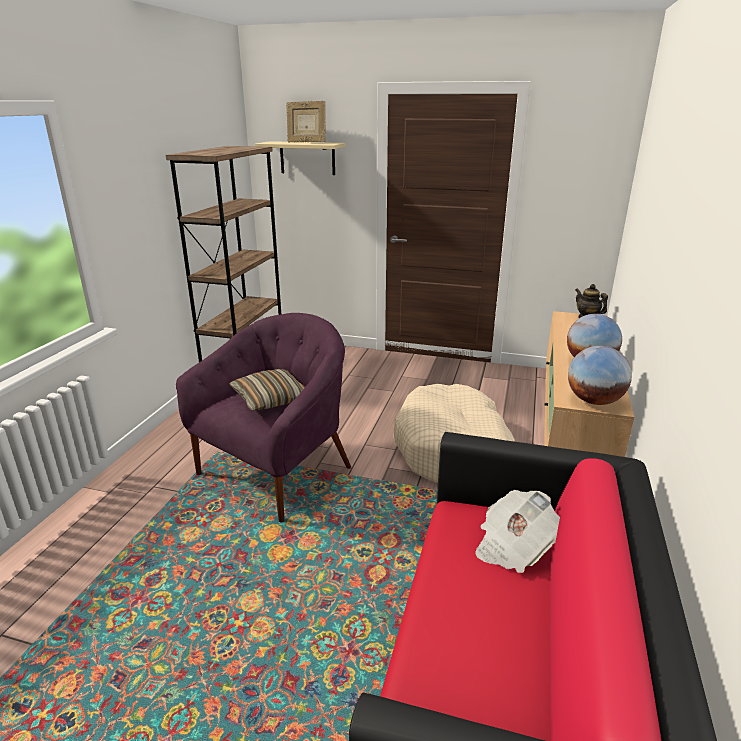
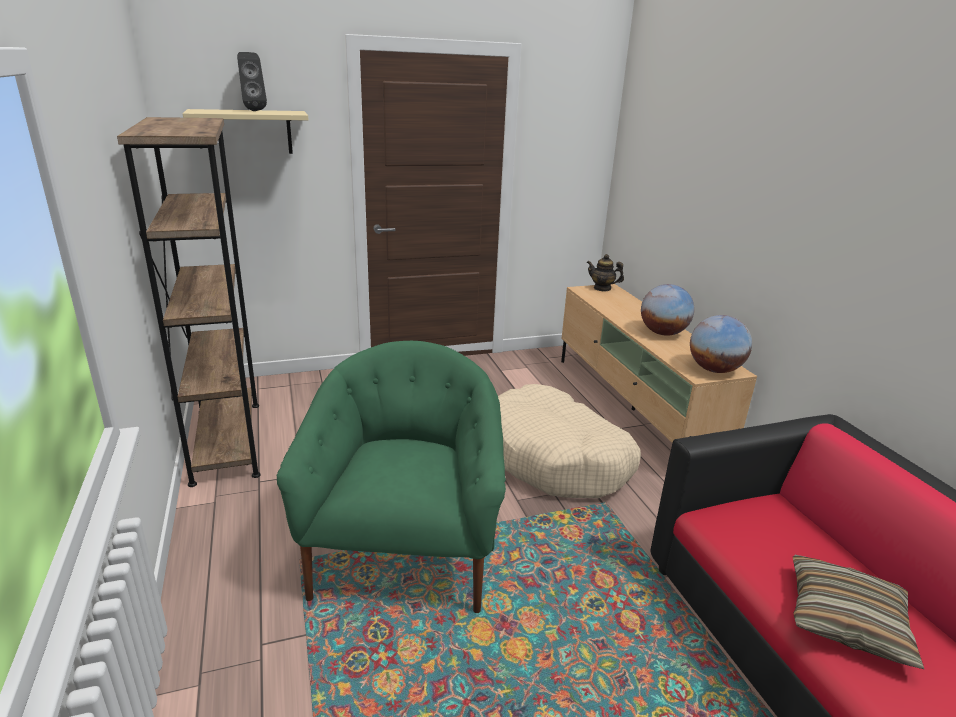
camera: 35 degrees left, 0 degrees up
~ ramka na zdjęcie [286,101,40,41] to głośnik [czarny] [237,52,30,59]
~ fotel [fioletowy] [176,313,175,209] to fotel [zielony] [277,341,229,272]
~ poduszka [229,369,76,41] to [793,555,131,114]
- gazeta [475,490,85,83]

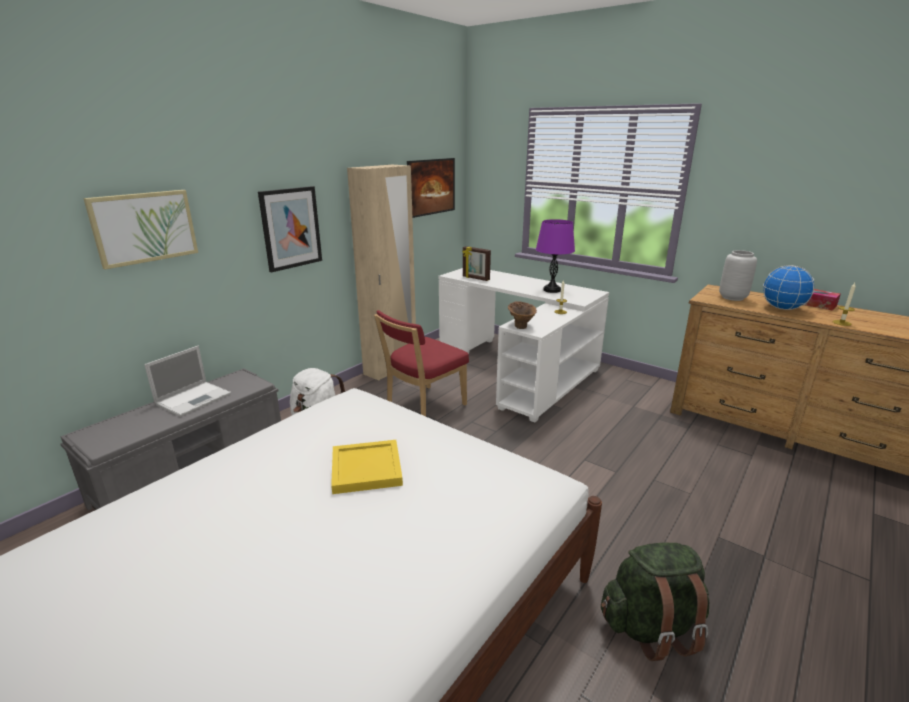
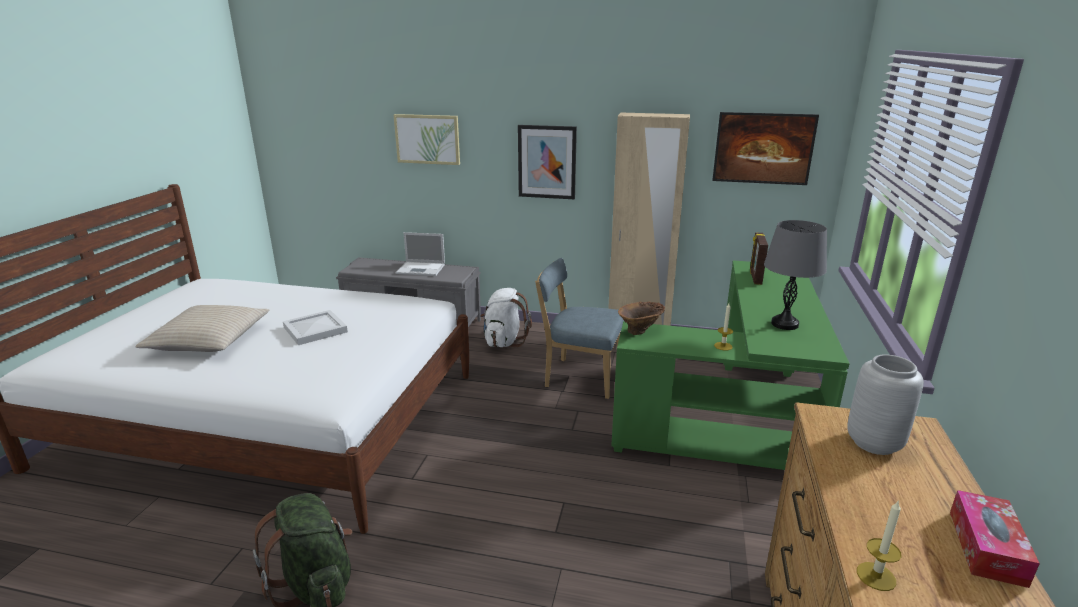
camera: 65 degrees right, 0 degrees up
~ lampa stołowa [fioletowy] [536,219,39,74] to lampa stołowa [szary] [764,220,63,110]
- globus [763,265,52,45]
~ biurko [biały] [439,268,170,155] to biurko [zielony] [611,260,239,210]
~ krzesło [czerwony] [374,310,95,106] to krzesło [niebieski] [535,258,89,141]
~ taca [żółty] [331,440,72,54] to taca [biały] [283,310,65,35]
+ poduszka [beżowy] [135,305,134,47]

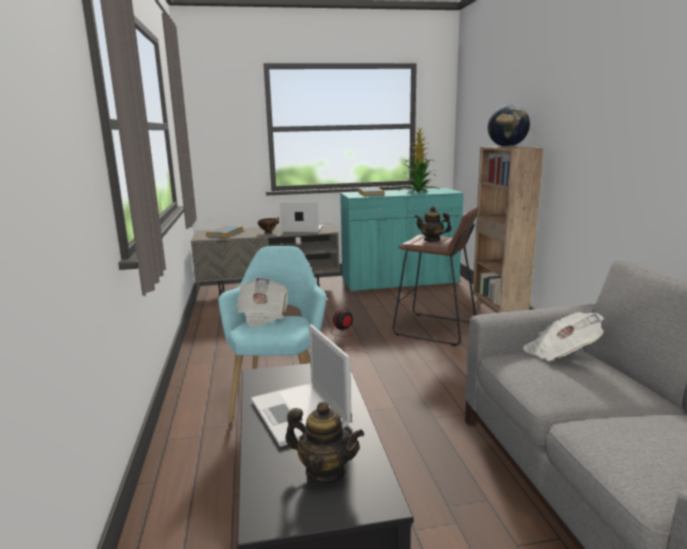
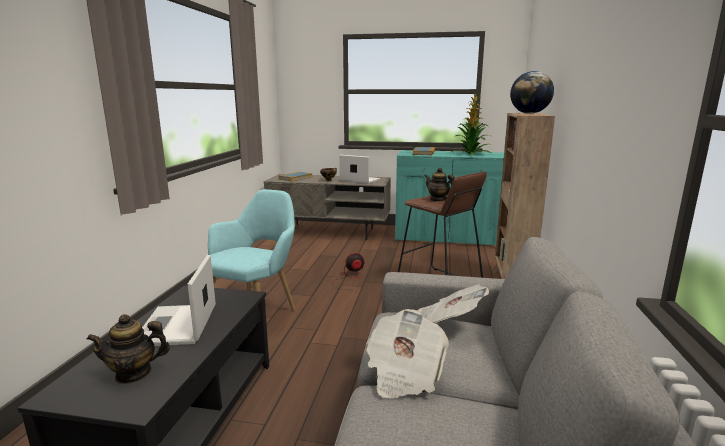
camera: 20 degrees right, 0 degrees up
~ gazeta [237,277,52,50] to [365,309,84,89]
~ imbryk [285,402,79,82] = [86,314,84,70] 120 degrees clockwise

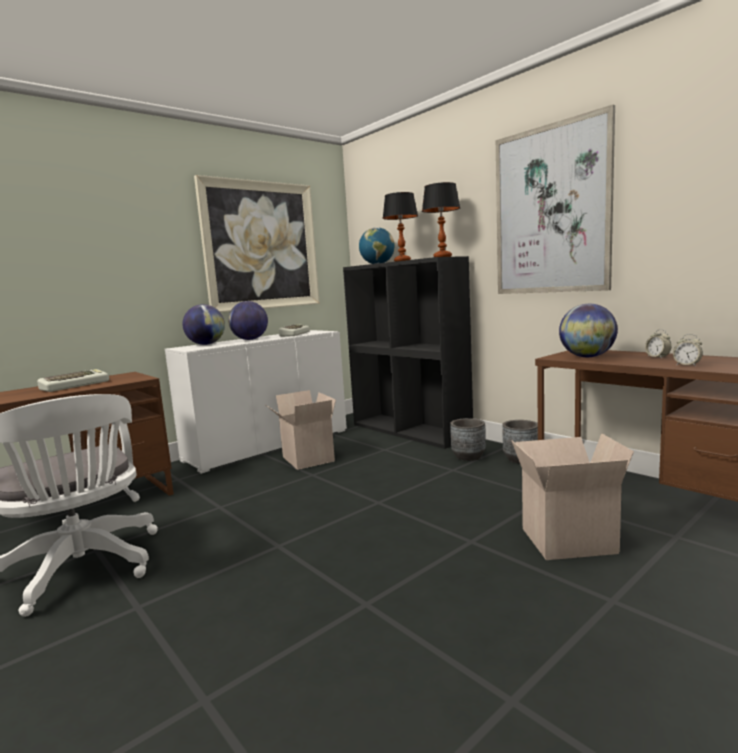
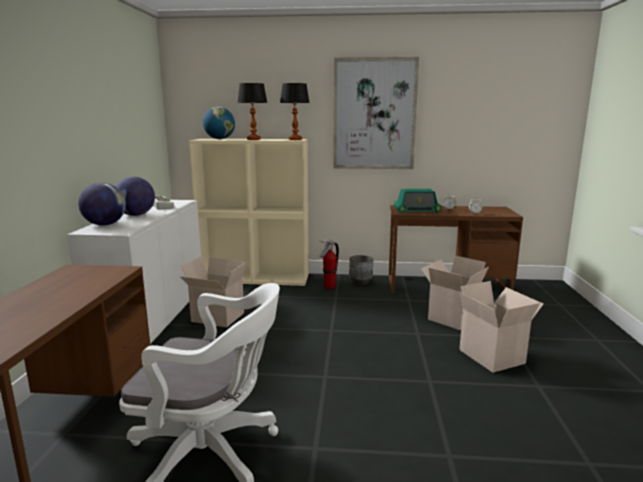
camera: 45 degrees left, 5 degrees up
- obraz [194,175,126,137]
~ regał [czarny] [343,256,130,193] to regał [beżowy] [189,139,120,147]
~ globus [559,304,59,53] to radio [394,189,48,25]
- klawiatura [37,369,72,23]
~ donica [szary] [450,418,36,43] to gaśnica [319,239,20,50]
+ karton [459,281,84,92]

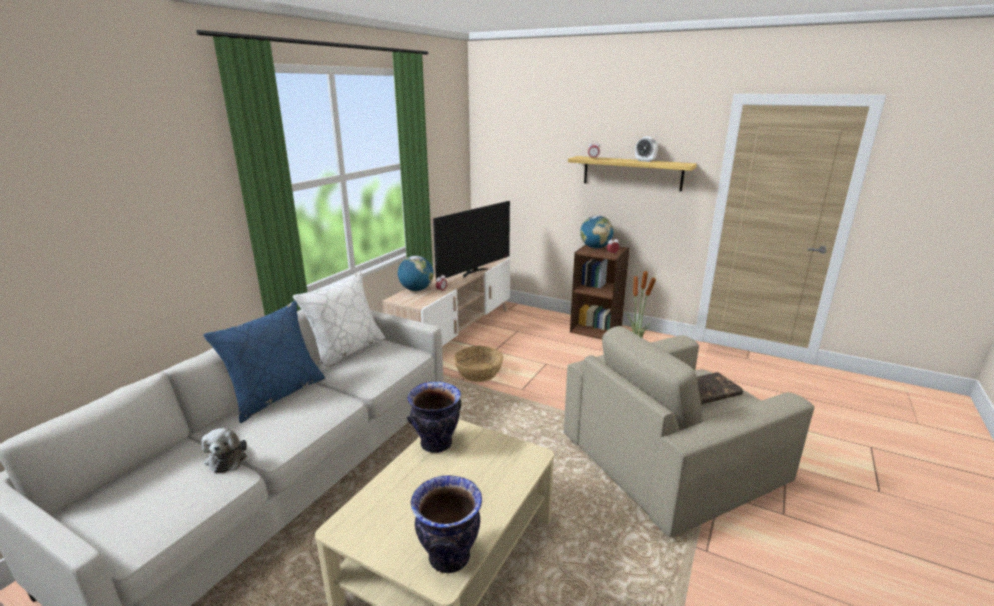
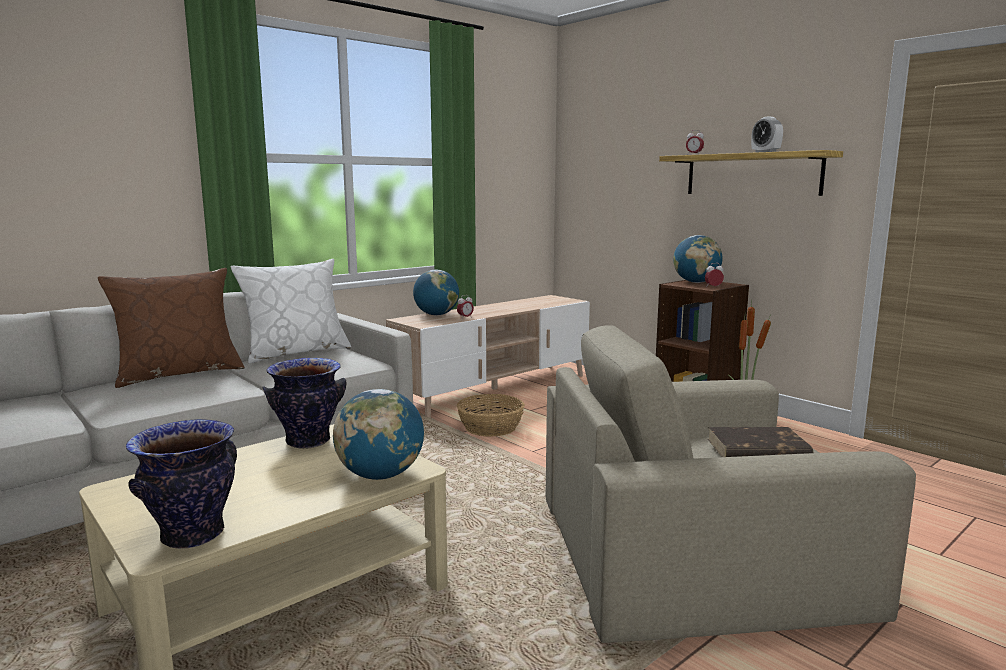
camera: 20 degrees right, 10 degrees down
- telewizor [433,201,77,78]
~ poduszka [niebieski] [203,301,123,122] to poduszka [brązowy] [98,268,147,120]
- pluszak [201,428,46,46]
+ globus [333,389,91,91]

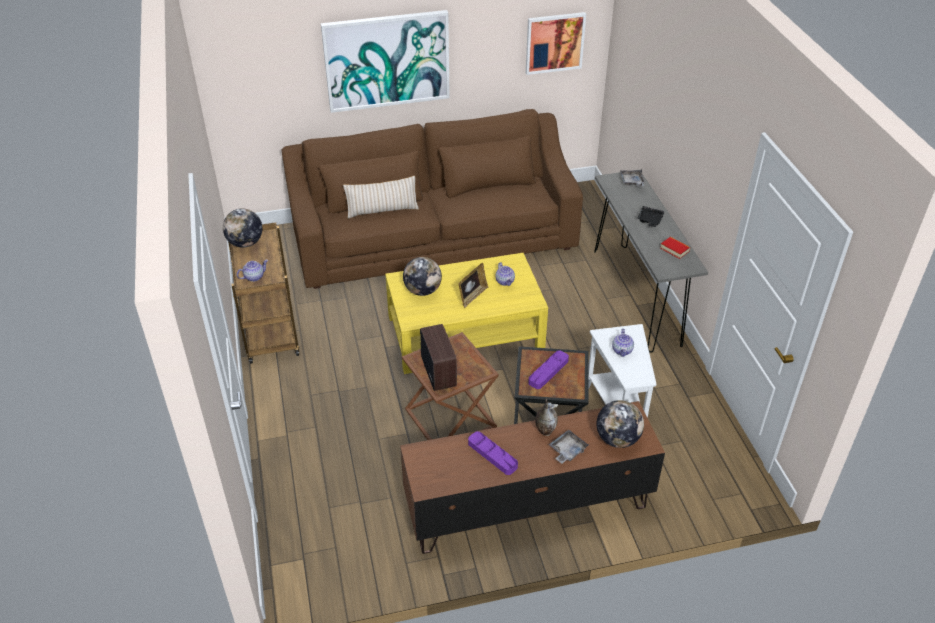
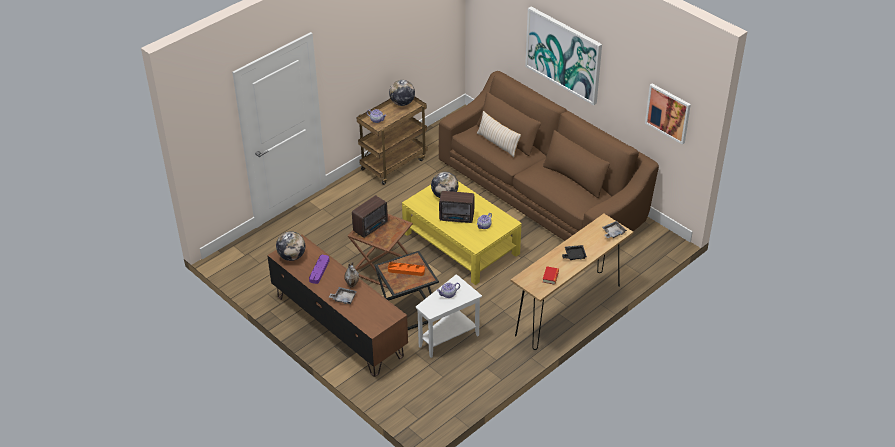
camera: 60 degrees right, 0 degrees up
~ stolik konsolowy [szary] [594,170,114,183] to stolik konsolowy [brązowy] [511,214,122,136]
~ ramka na zdjęcie [459,263,29,45] to radio [439,191,35,32]
~ taca [fioletowy] [528,350,41,39] to taca [pomarańczowy] [388,262,37,14]
~ globus [596,400,48,48] to [276,231,29,30]

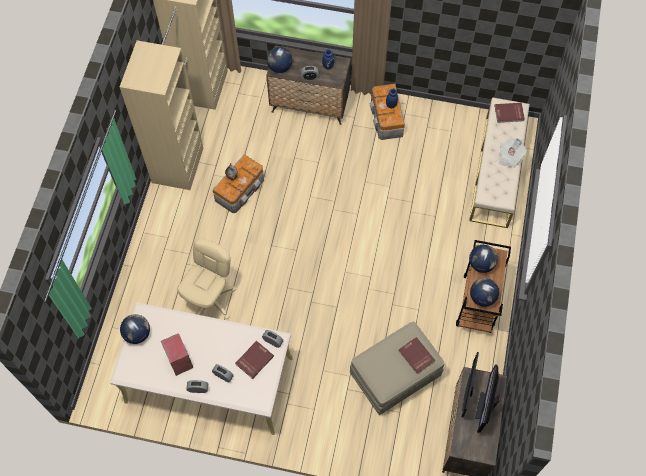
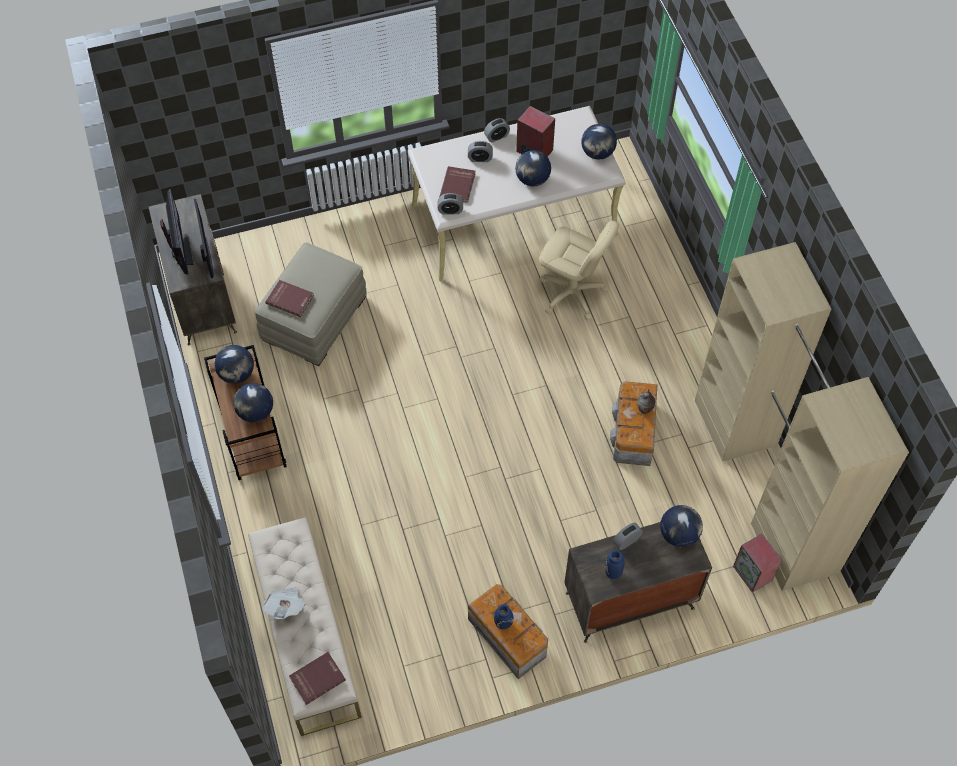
camera: 150 degrees right, 5 degrees down
~ krzesło biurowe [beżowy] [177,238,59,81] = [539,220,80,100] 60 degrees counterclockwise
+ globus [515,150,36,36]
+ głośnik [733,534,49,59]

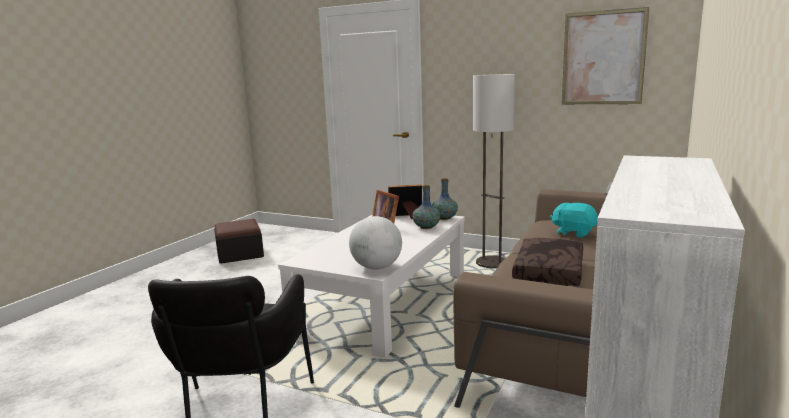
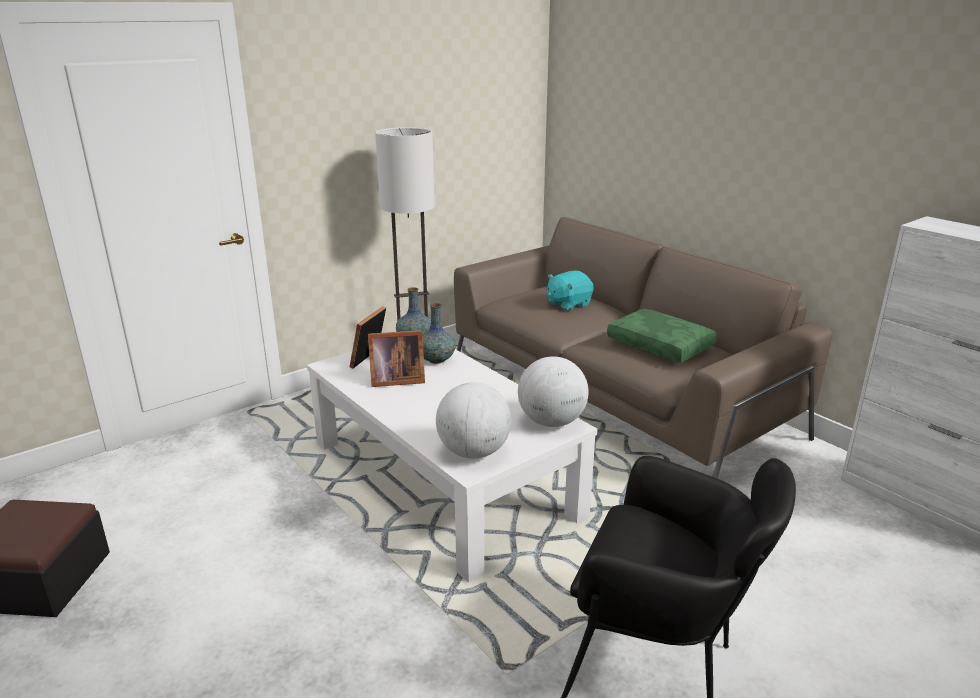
camera: 65 degrees left, 10 degrees up
- obraz [562,7,87,97]
~ poduszka [brązowy] [512,238,71,48] to poduszka [zielony] [607,309,110,54]
+ globus [436,382,75,77]

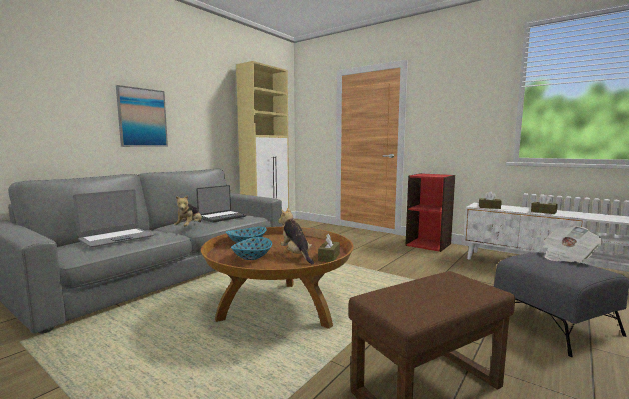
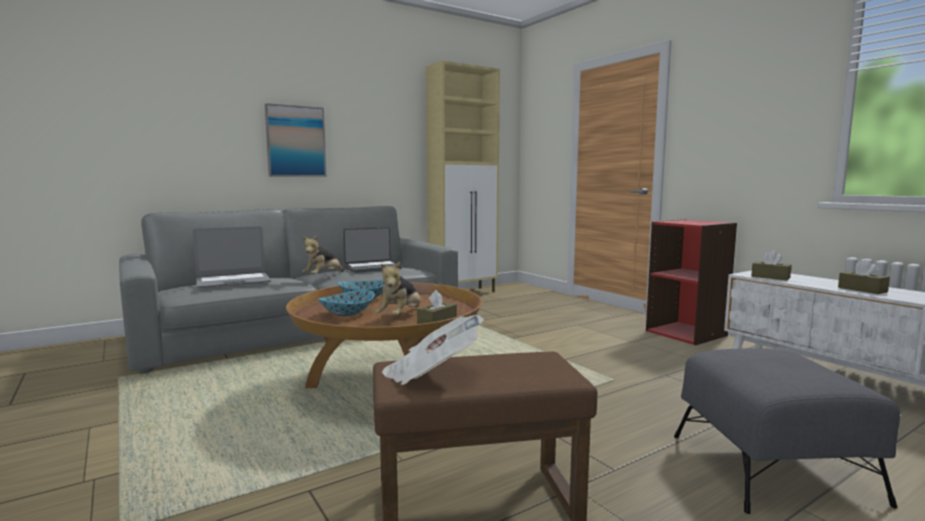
camera: 20 degrees right, 0 degrees up
~ pluszak [278,208,36,56] = [376,262,45,54] 150 degrees counterclockwise
~ gazeta [542,226,61,37] to [382,315,102,70]

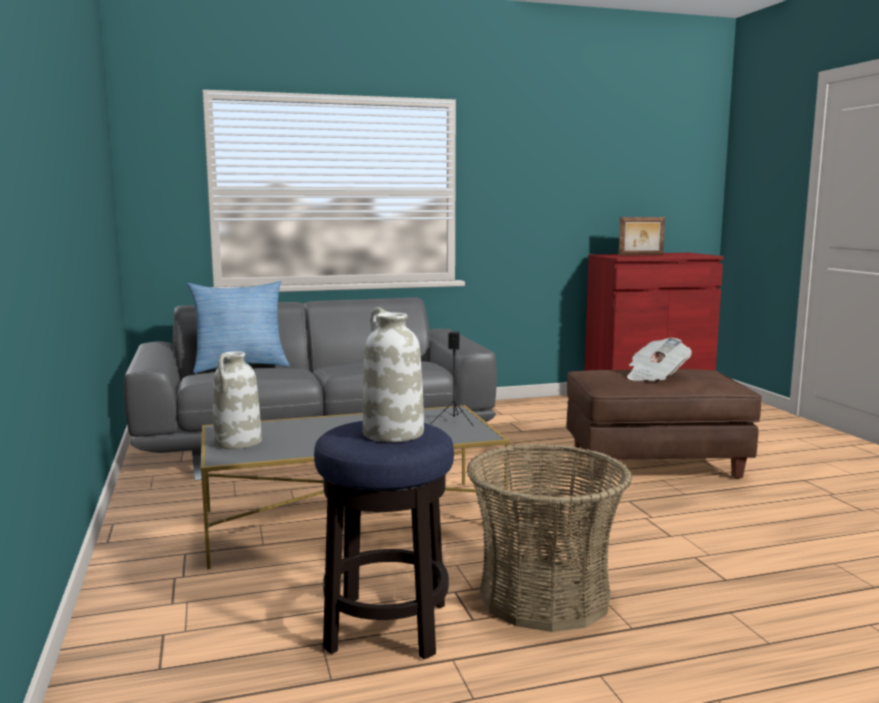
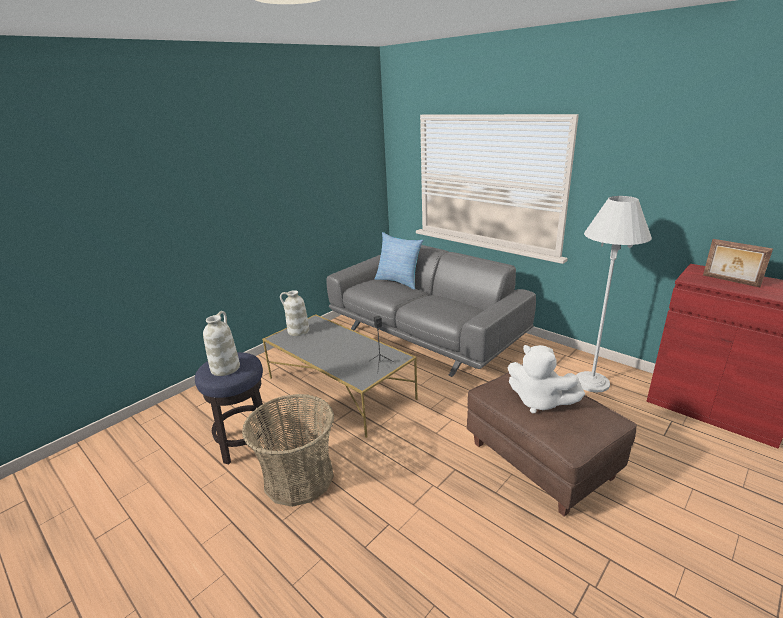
camera: 60 degrees right, 15 degrees up
~ gazeta [627,338,65,43] to pluszak [biały] [508,345,77,68]
+ lampa stojąca [biały] [576,196,76,196]

